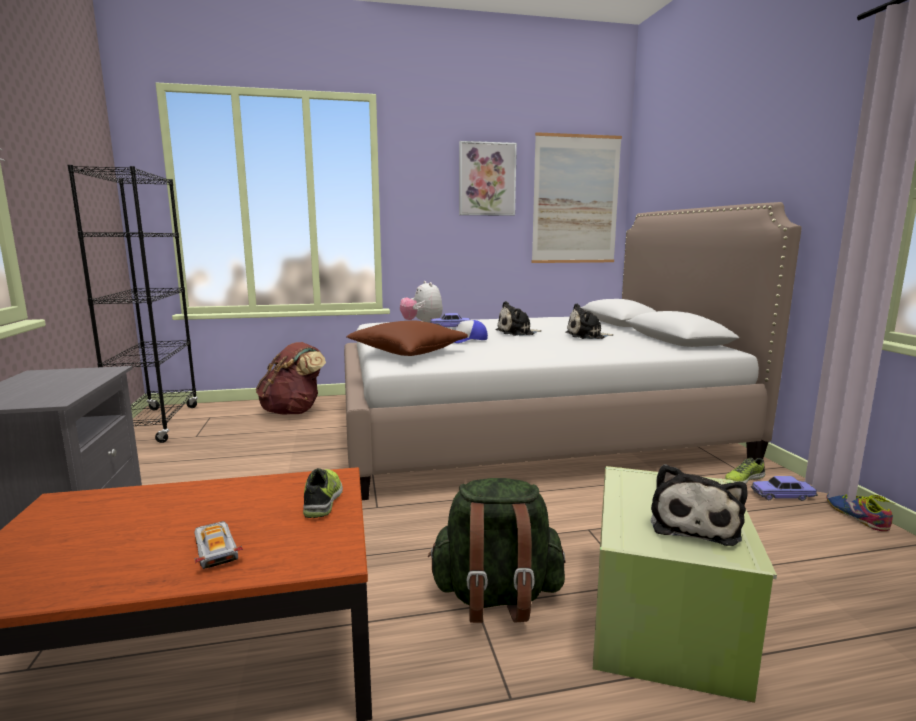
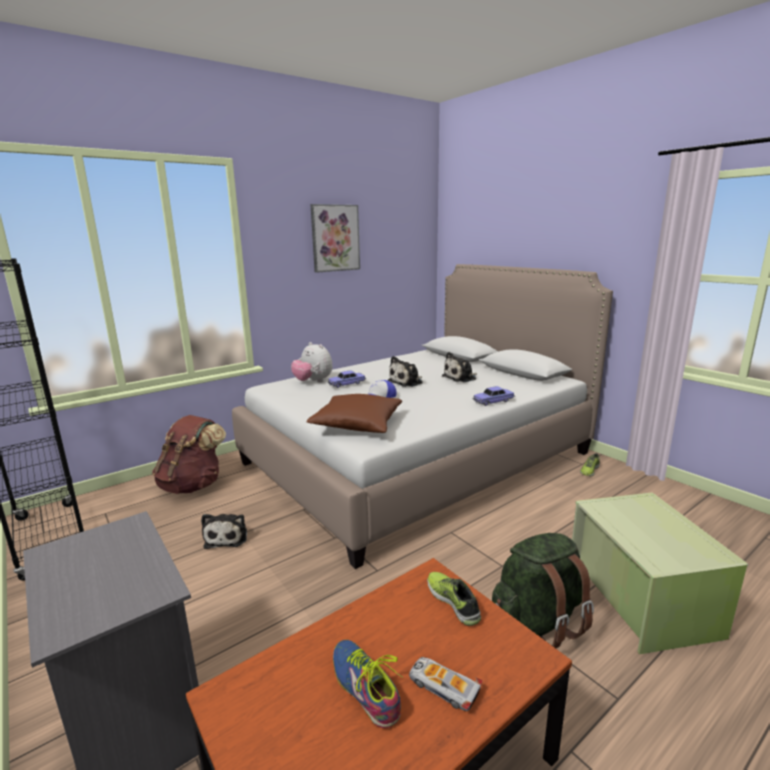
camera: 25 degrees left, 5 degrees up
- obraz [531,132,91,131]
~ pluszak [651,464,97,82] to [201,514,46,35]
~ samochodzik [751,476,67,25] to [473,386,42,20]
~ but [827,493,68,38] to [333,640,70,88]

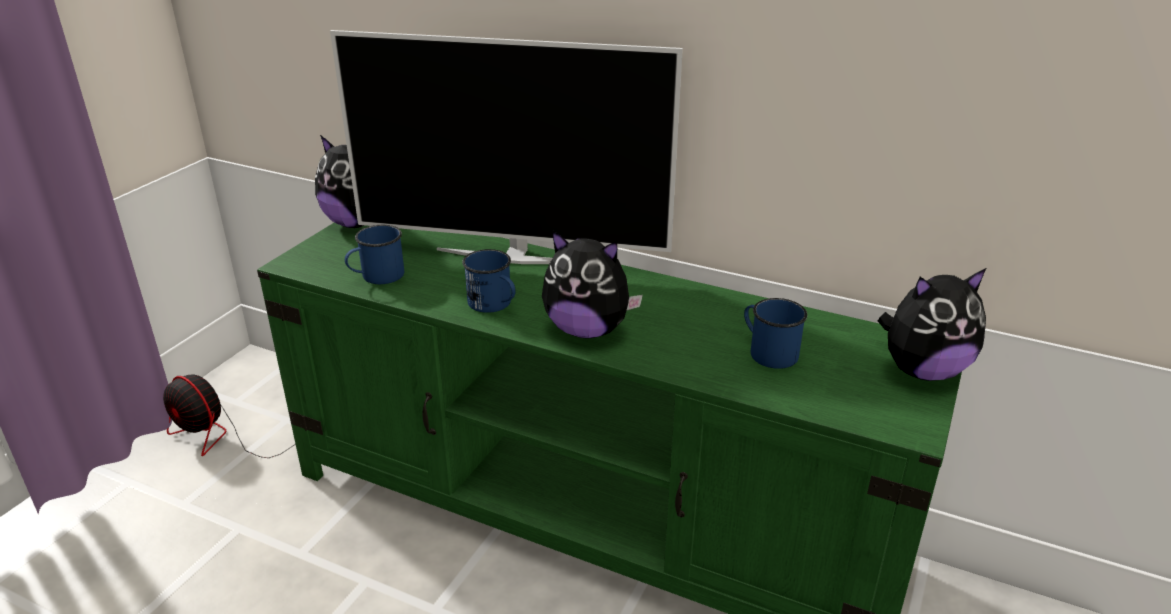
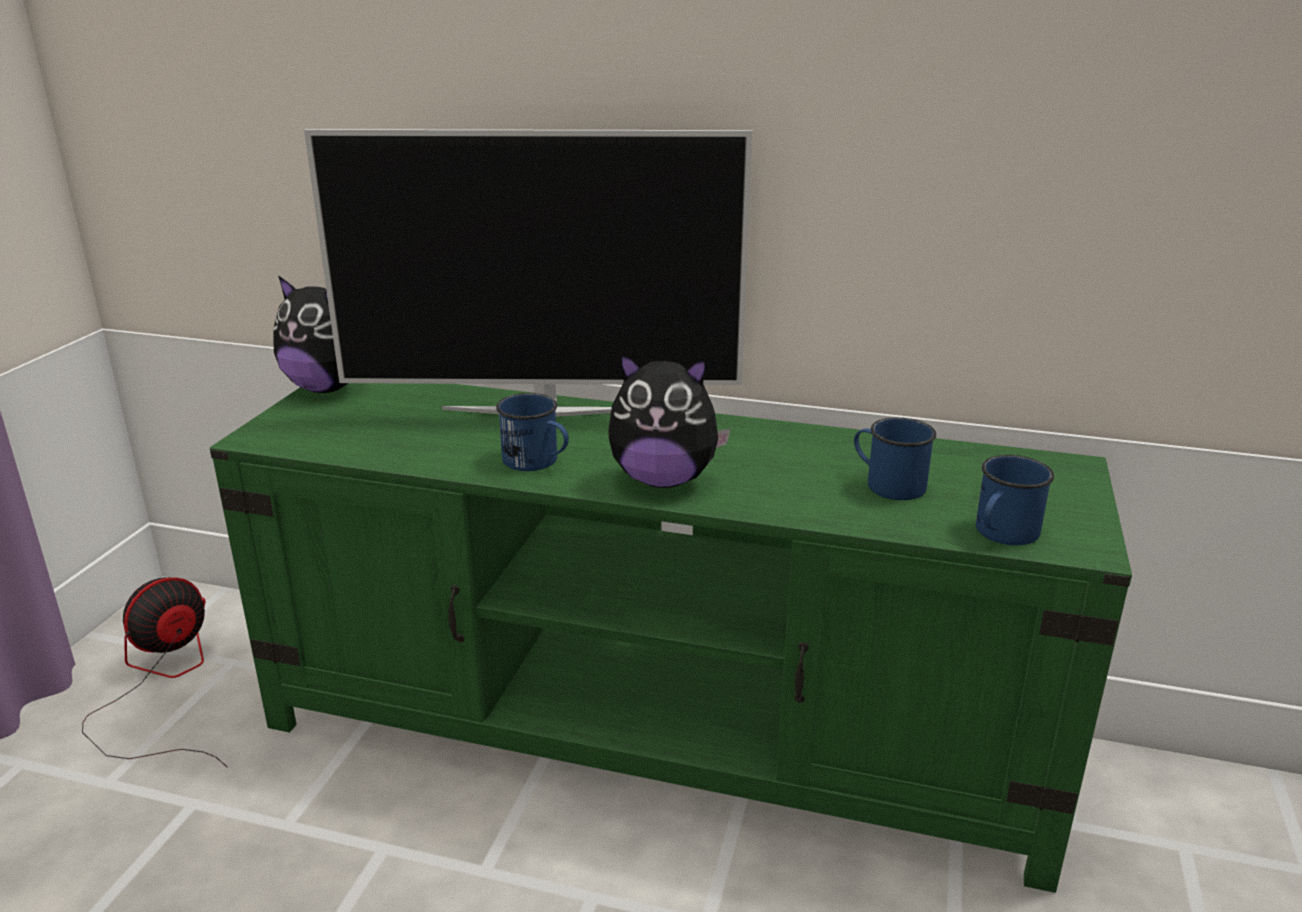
camera: 10 degrees left, 5 degrees down
~ kubek [niebieski] [345,225,59,59] to [976,455,78,90]
- pluszak [878,268,108,113]
~ wentylator [163,375,133,83] = [82,577,146,190] 105 degrees clockwise

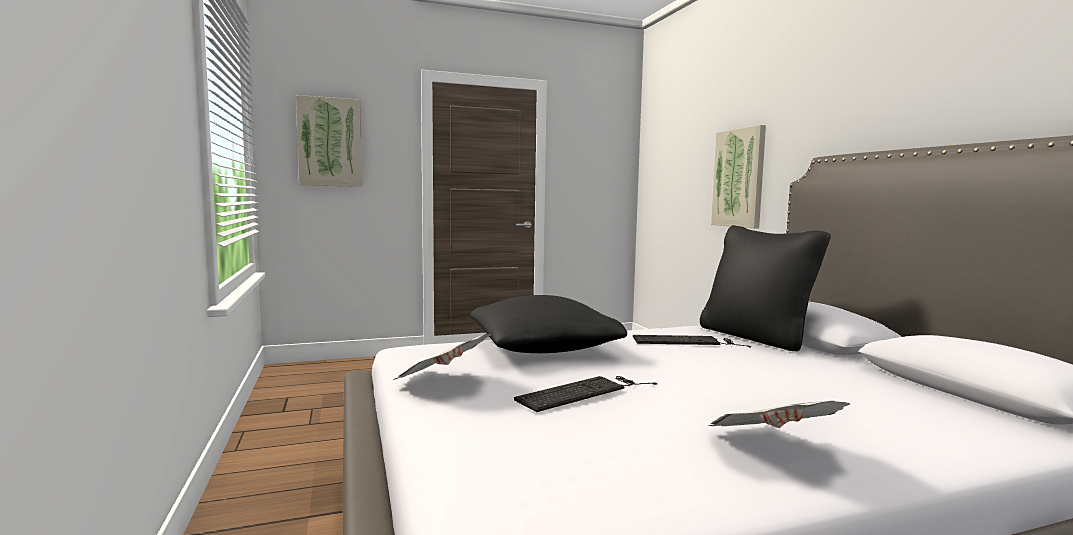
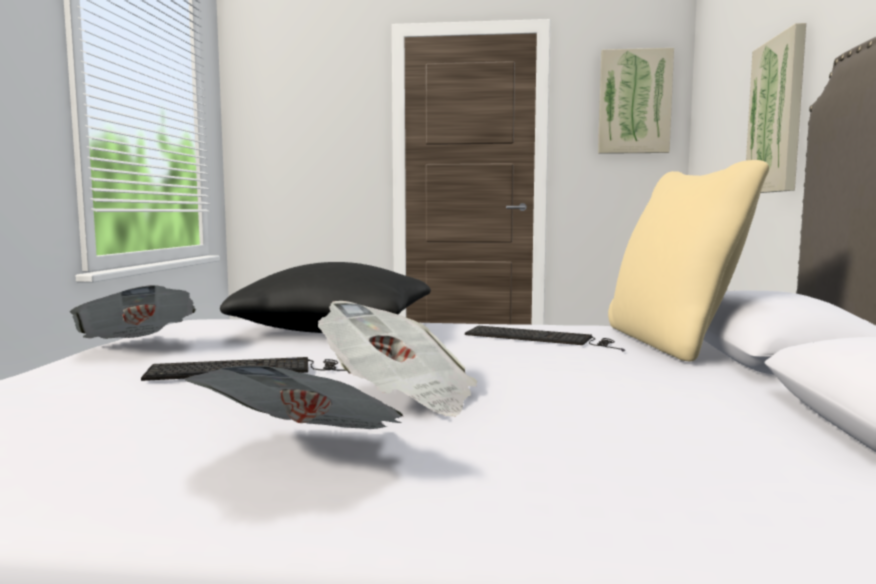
camera: 25 degrees right, 0 degrees up
~ obraz [296,95,66,92] to [598,48,76,106]
~ poduszka [czarny] [700,225,131,126] to poduszka [beżowy] [608,160,161,202]
+ gazeta [318,301,159,116]

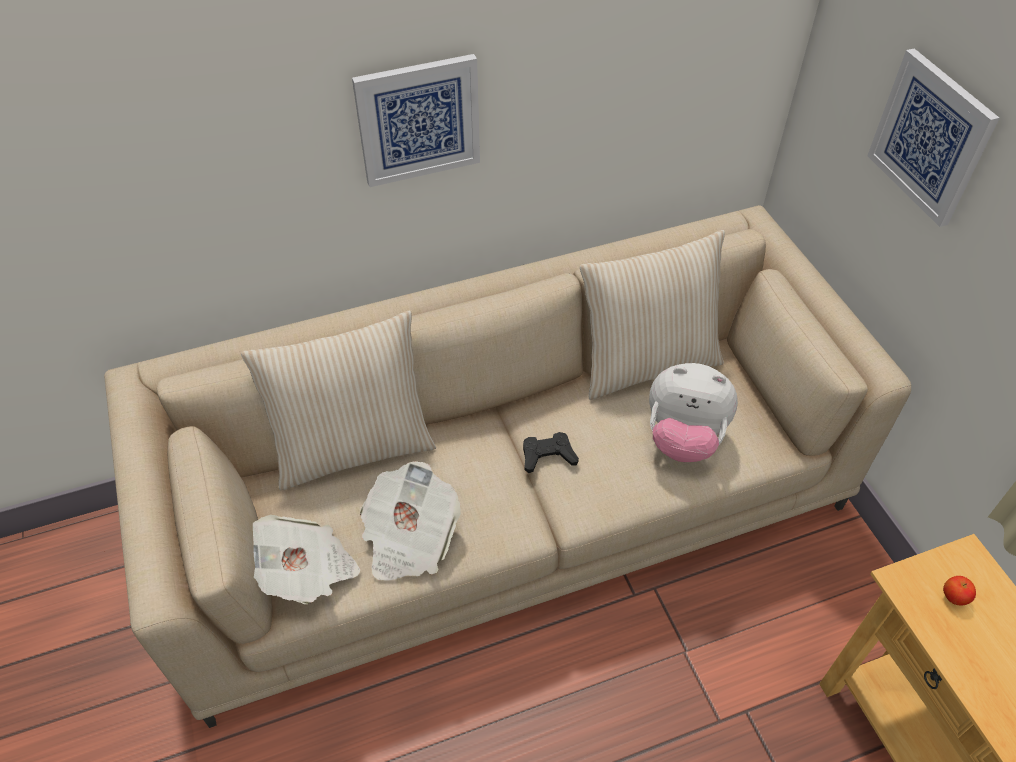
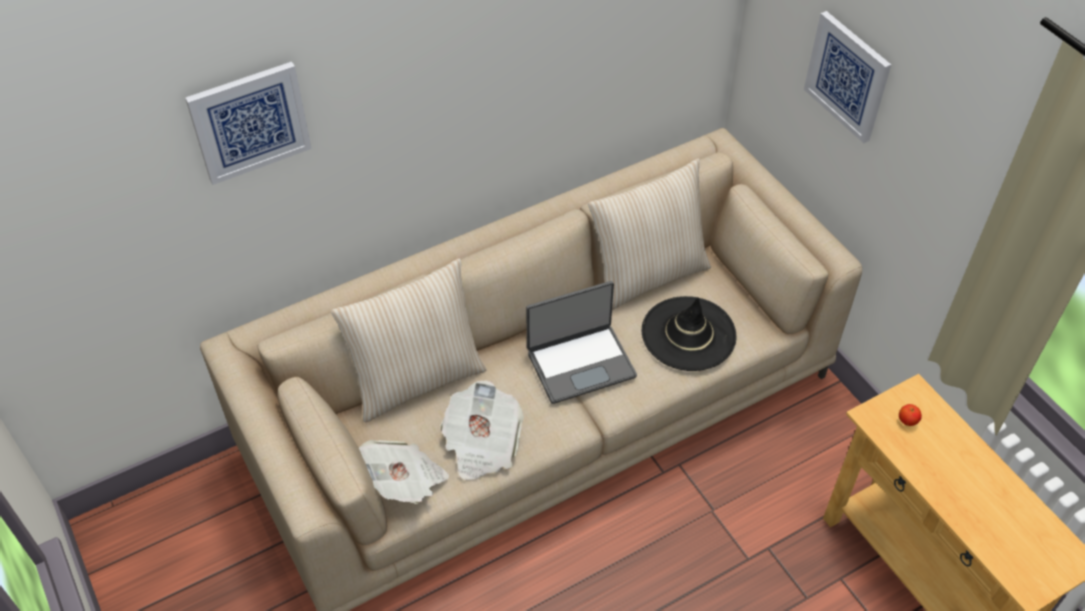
camera: 10 degrees left, 0 degrees up
~ obraz [352,54,128,133] to [185,62,127,123]
~ pluszak [649,363,89,99] to kapelusz [czarny] [642,296,95,75]
~ pad do gier [czarny] [523,432,56,41] to laptop [526,281,111,123]

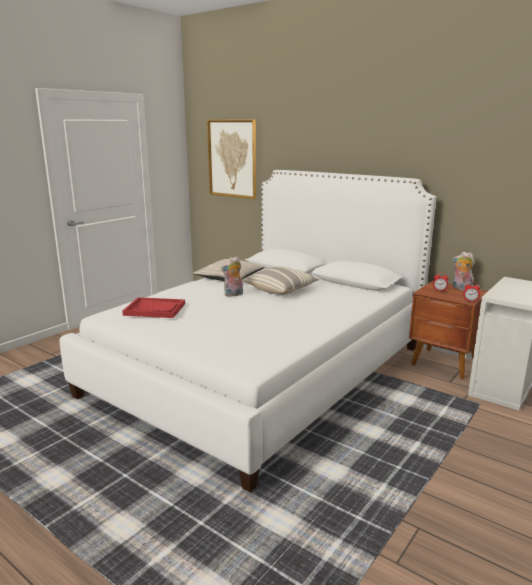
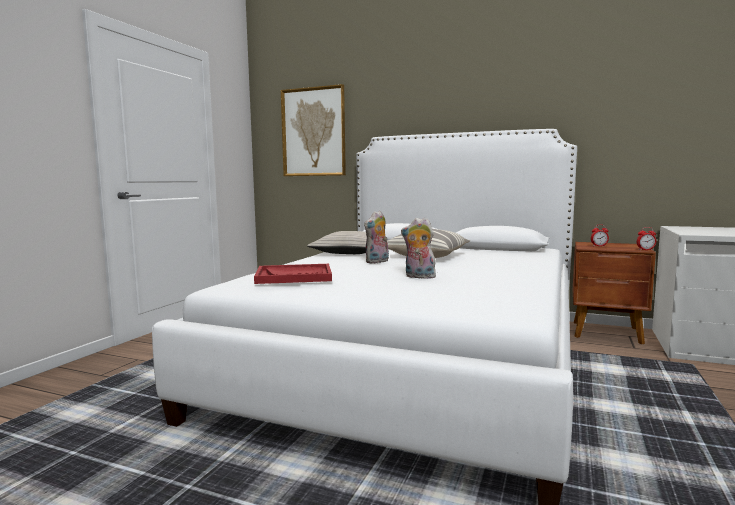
camera: 15 degrees left, 10 degrees down
~ pluszak [452,252,23,39] to [401,217,35,62]

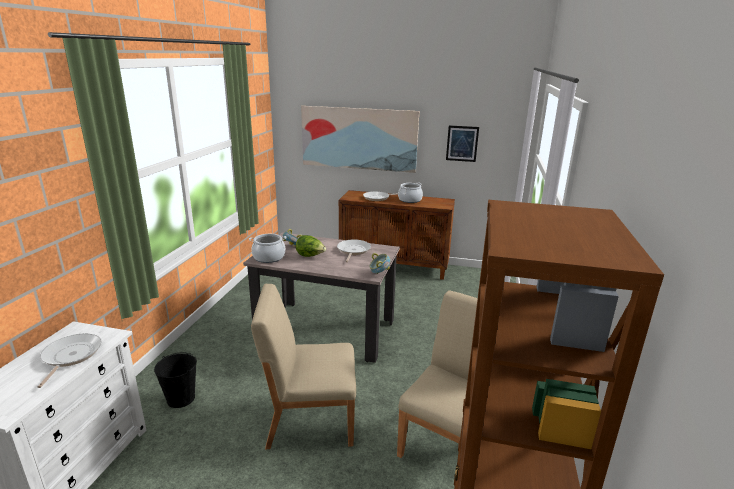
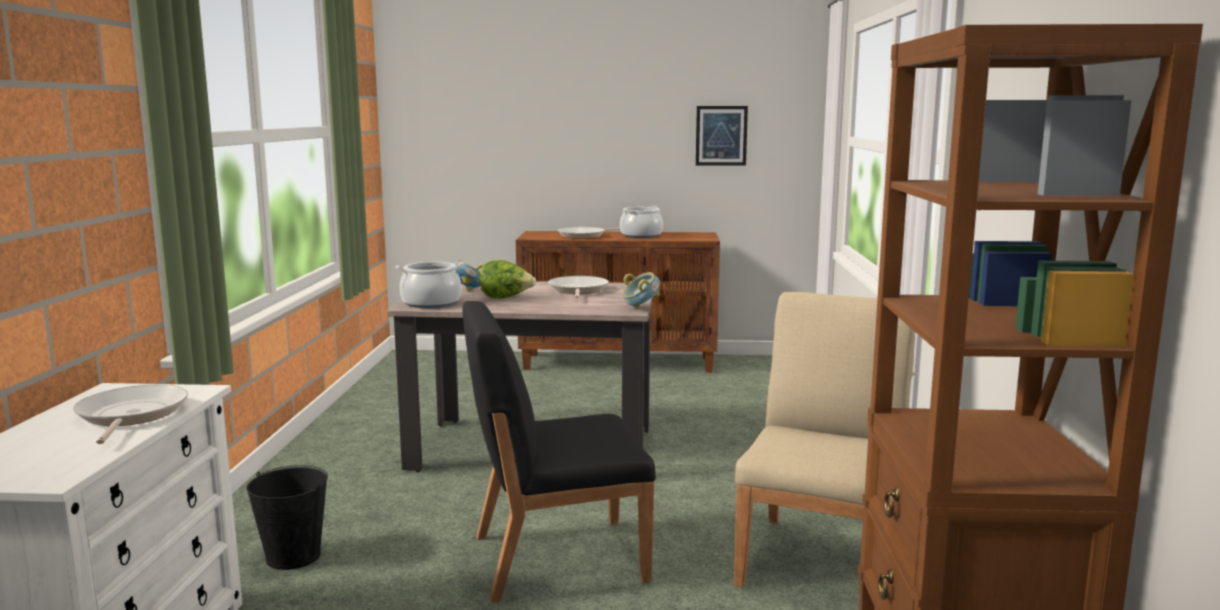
camera: 10 degrees left, 10 degrees down
- obraz [301,106,118,67]
~ krzesło [beżowy] [251,284,105,165] to krzesło [czarny] [462,301,194,302]

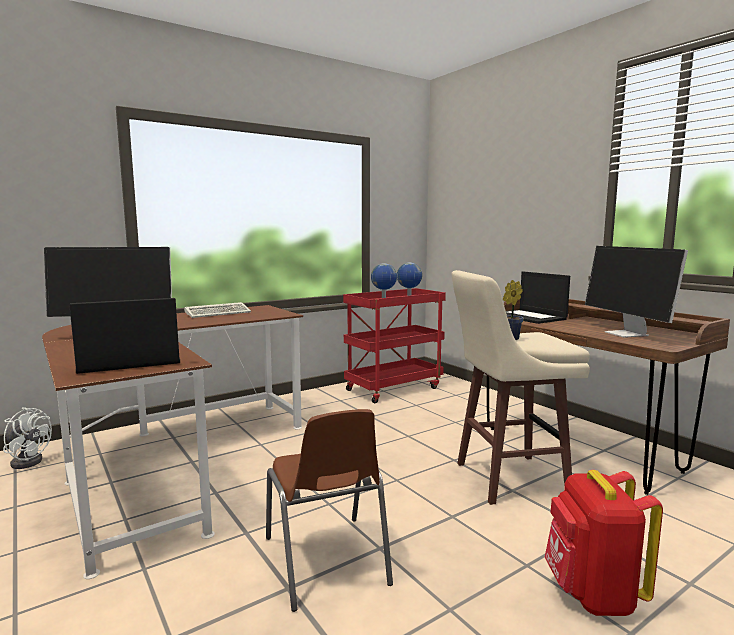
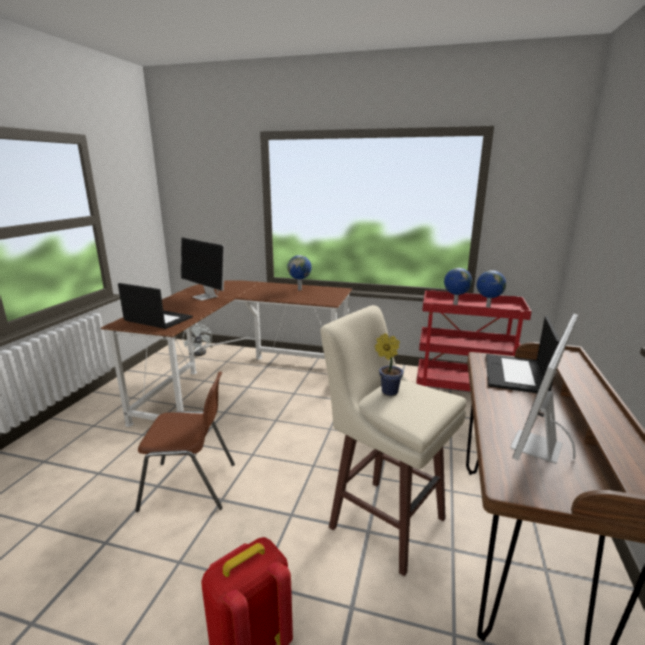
camera: 50 degrees right, 10 degrees up
~ klawiatura [184,302,67,16] to globus [287,255,25,35]
~ krzesło [brązowy] [266,409,127,203] = [135,372,100,140] 120 degrees counterclockwise

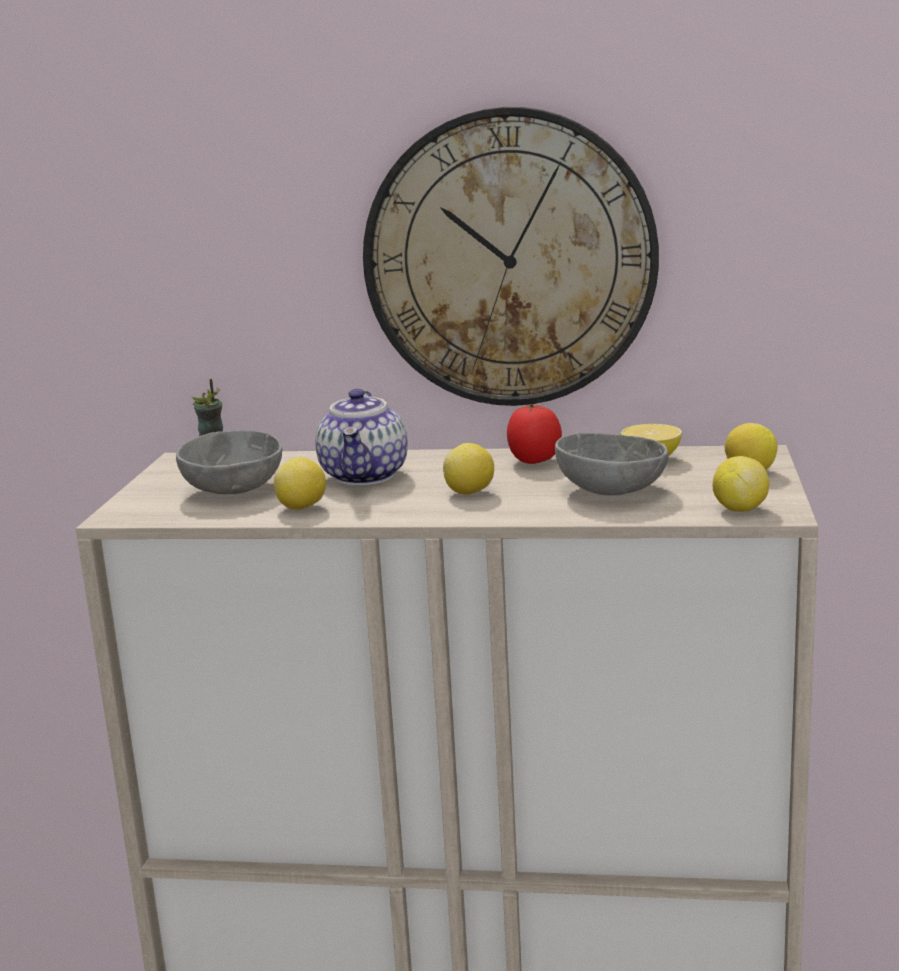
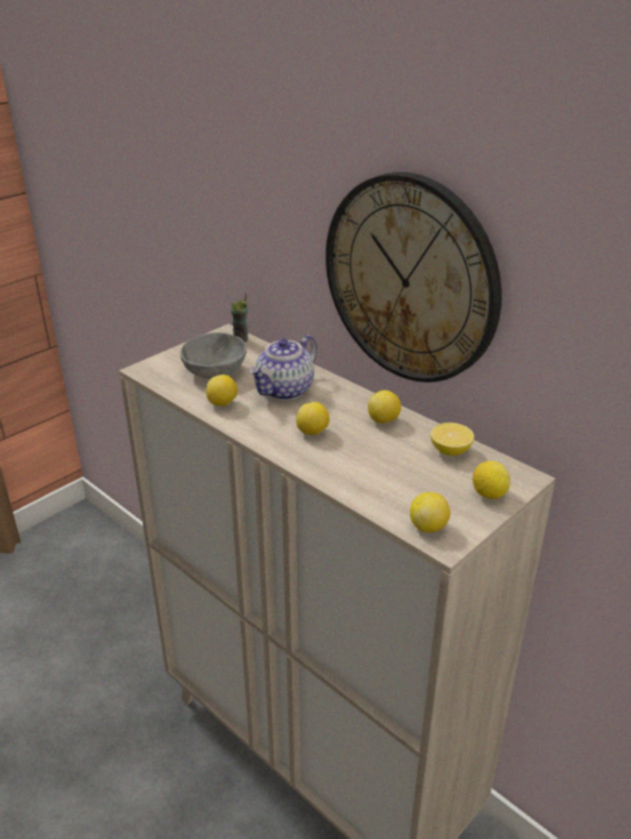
camera: 35 degrees right, 15 degrees up
~ pomidor [507,404,55,60] to cytryna [368,390,33,33]
- miska [szary] [555,433,113,62]

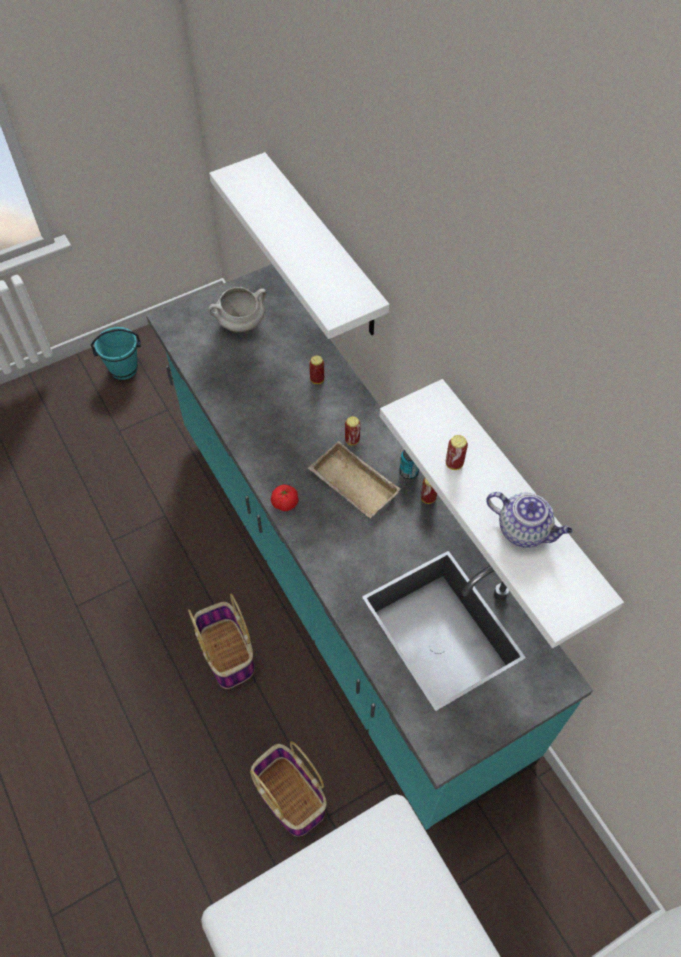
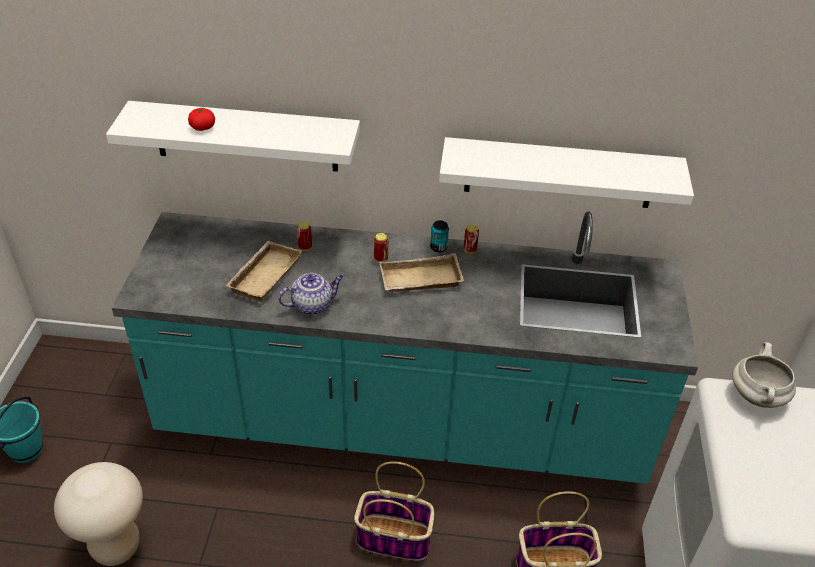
camera: 55 degrees left, 15 degrees down
~ garnek [biały] [208,287,59,45] to [732,342,64,66]
- puszka [446,435,22,35]
~ pomidor [271,485,28,26] to [188,108,27,23]
~ imbryk [486,492,86,56] to [278,273,65,42]
+ taca [beżowy] [225,241,77,61]
+ stołek [beżowy] [54,462,89,104]

